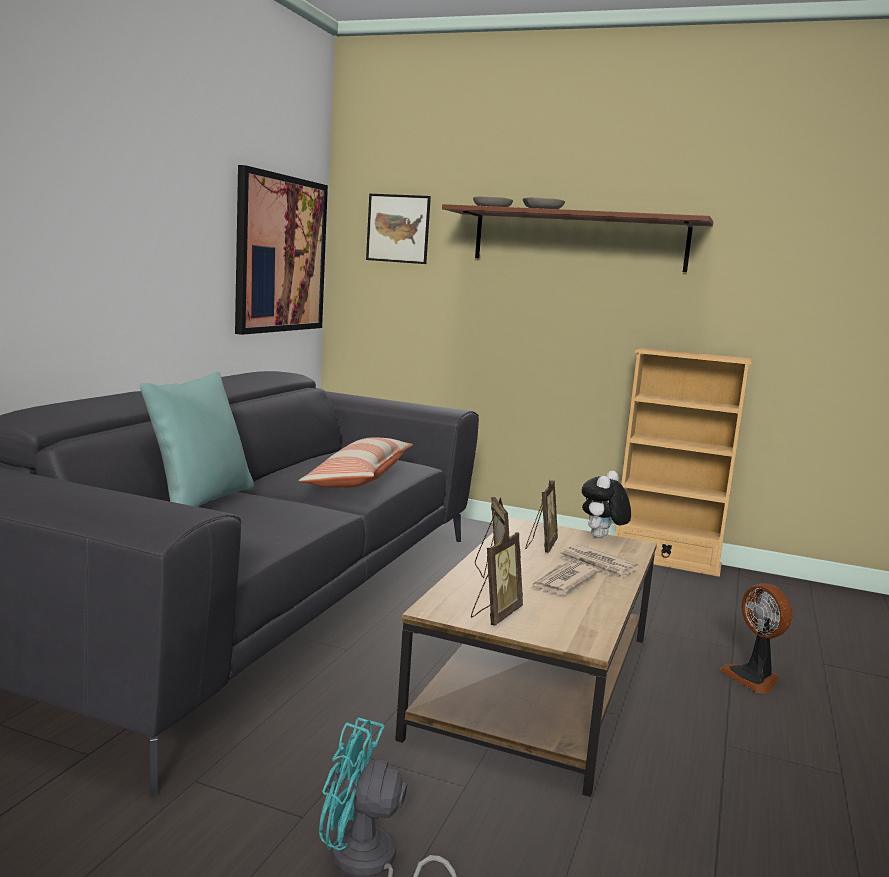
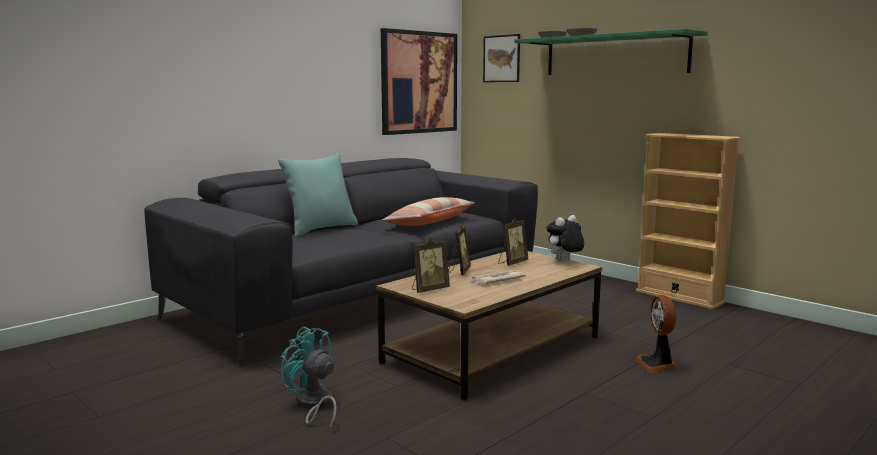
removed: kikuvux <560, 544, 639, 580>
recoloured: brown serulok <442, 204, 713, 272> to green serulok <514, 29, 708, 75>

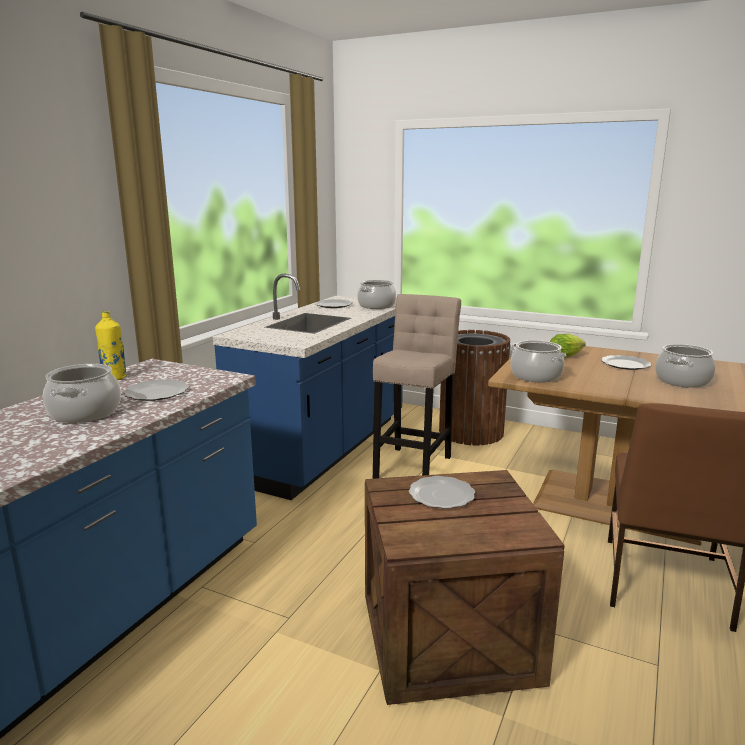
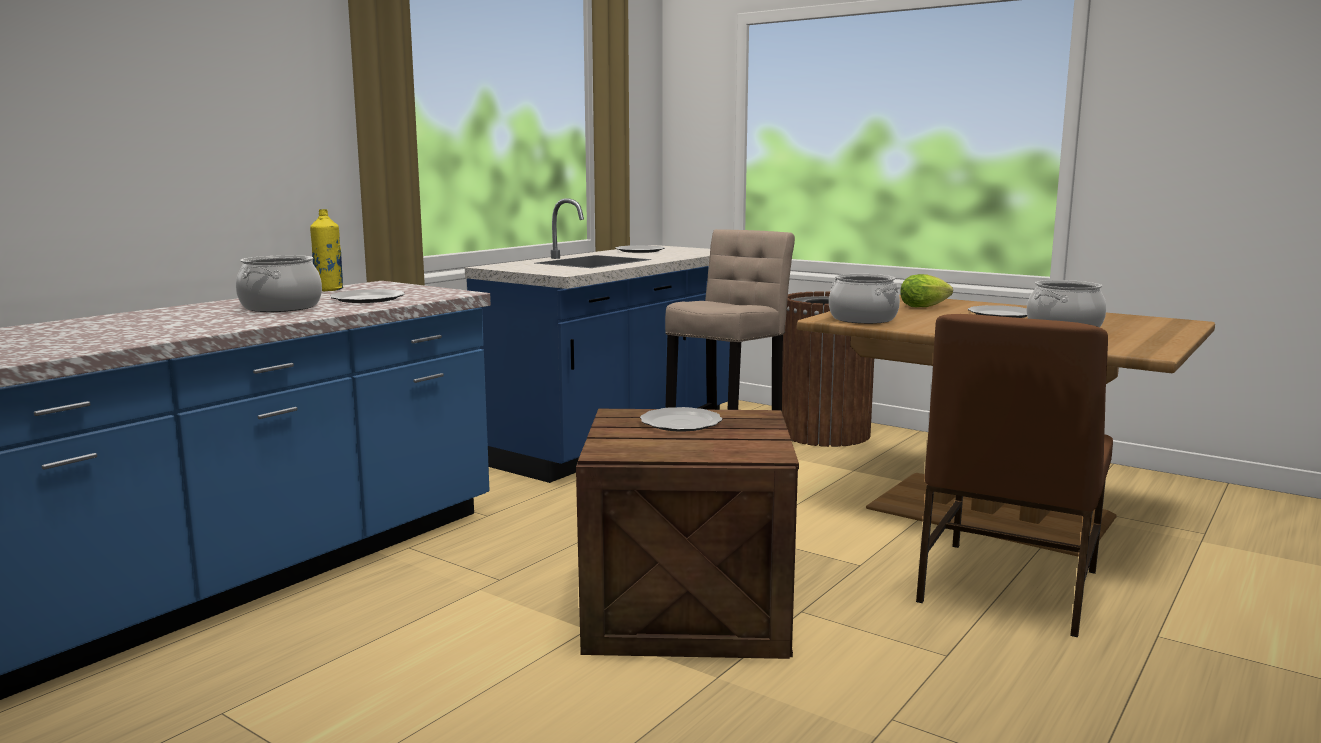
removed: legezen <357, 280, 396, 309>

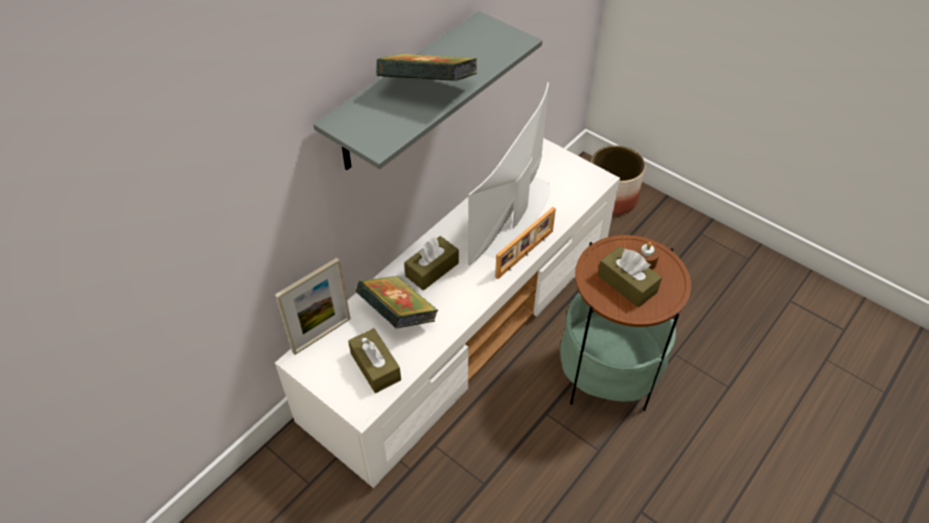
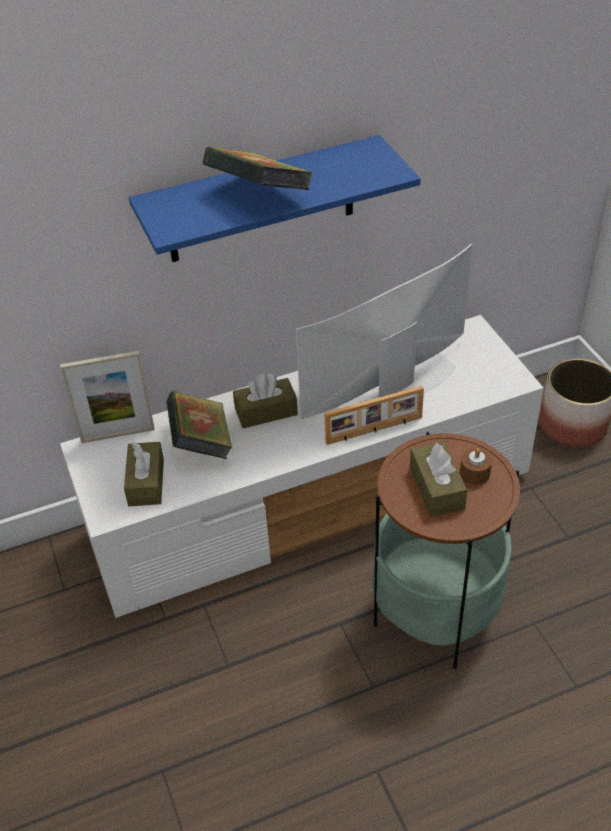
recoloured: grey serulok <313, 11, 542, 170> to blue serulok <129, 135, 421, 262>

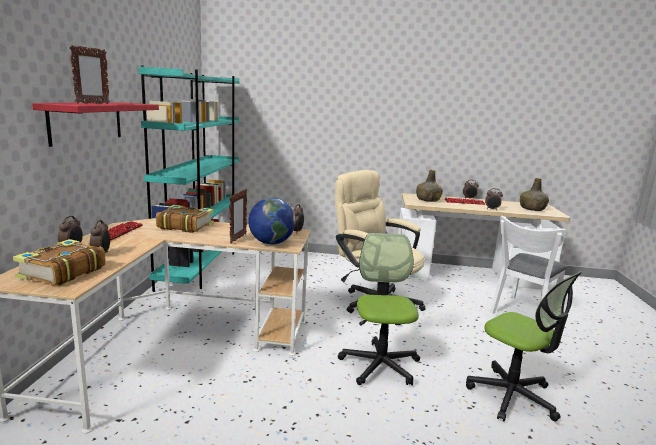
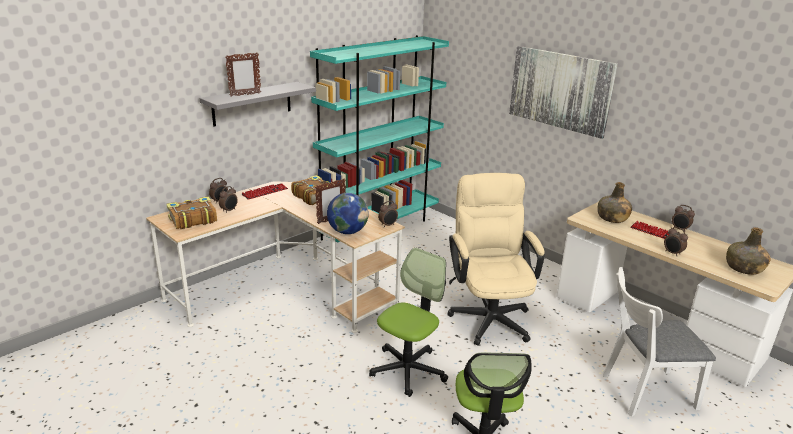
added: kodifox <509, 46, 618, 139>
recoloured: red serulok <32, 103, 159, 147> to grey serulok <199, 82, 316, 126>

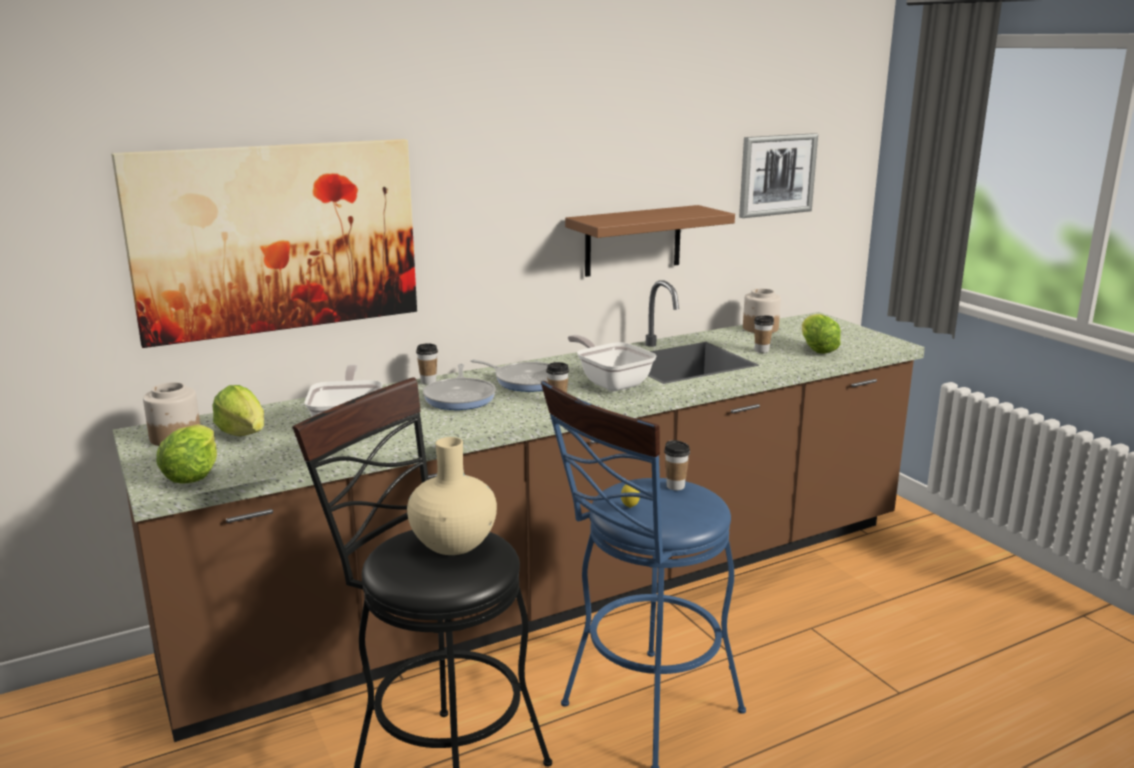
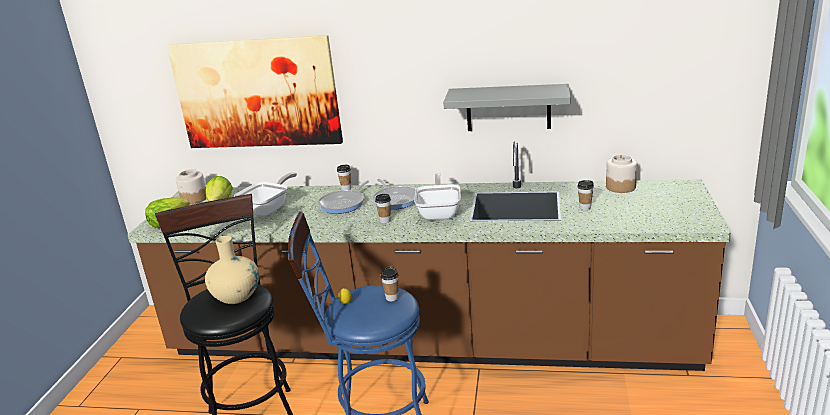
removed: kodifox <739, 133, 818, 218>; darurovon <802, 314, 841, 354>
recoloured: brown serulok <565, 205, 735, 277> to grey serulok <443, 84, 571, 131>

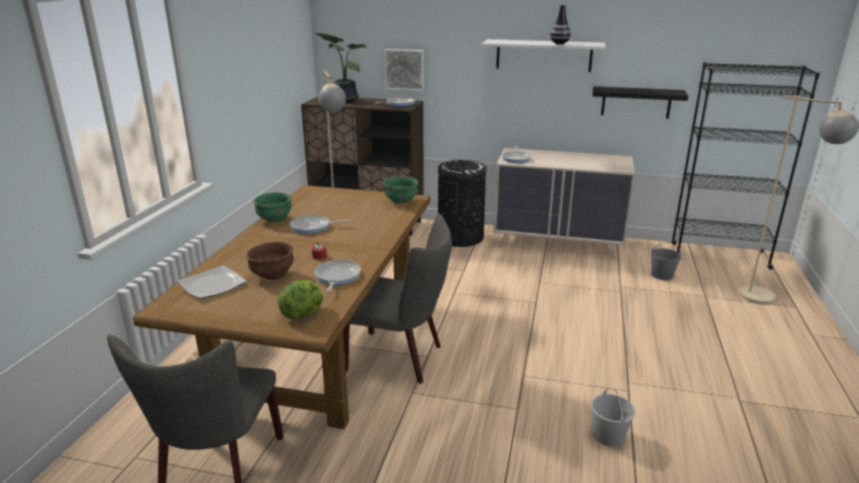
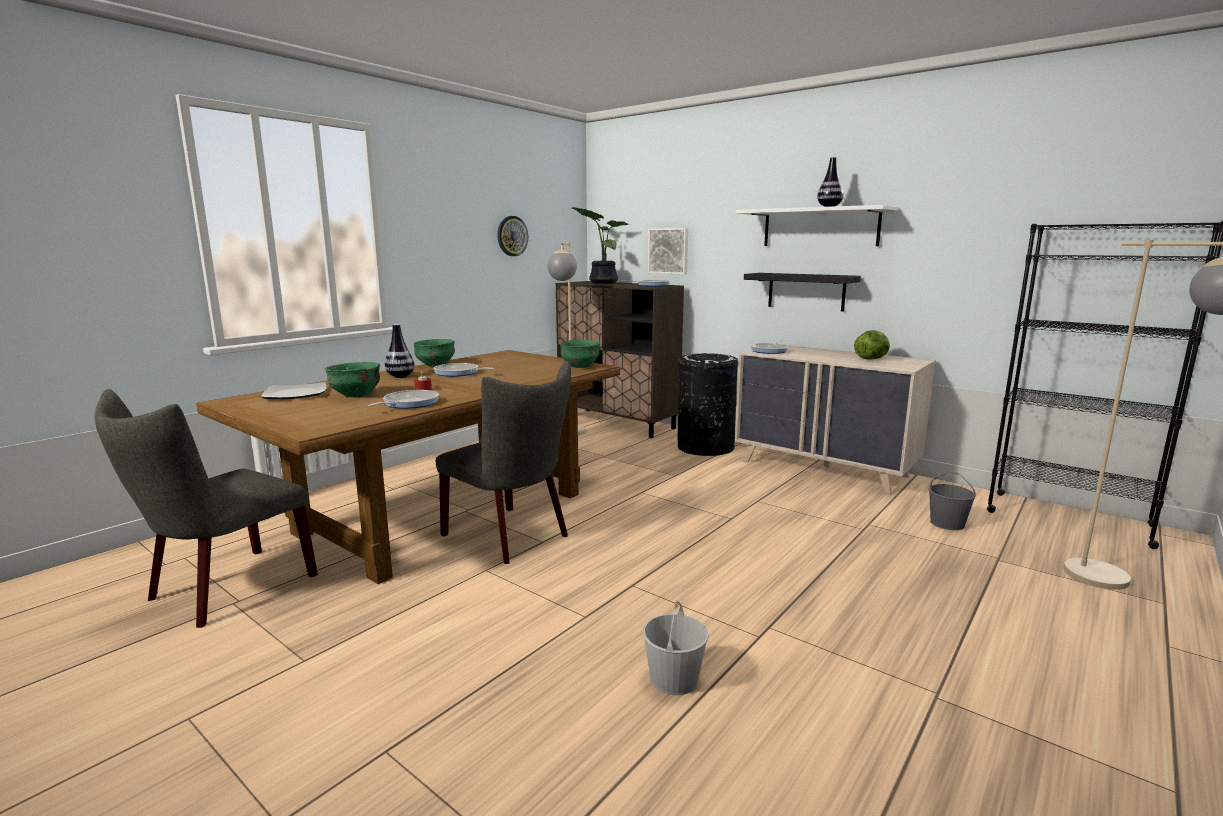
added: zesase <385, 324, 415, 378>; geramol <497, 216, 528, 256>
moved: darurovon <278, 280, 323, 320> to <854, 330, 890, 360>; black serulok <593, 86, 688, 119> to <744, 273, 861, 312>
recoloured: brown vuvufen <246, 242, 294, 280> to green vuvufen <325, 362, 380, 398>

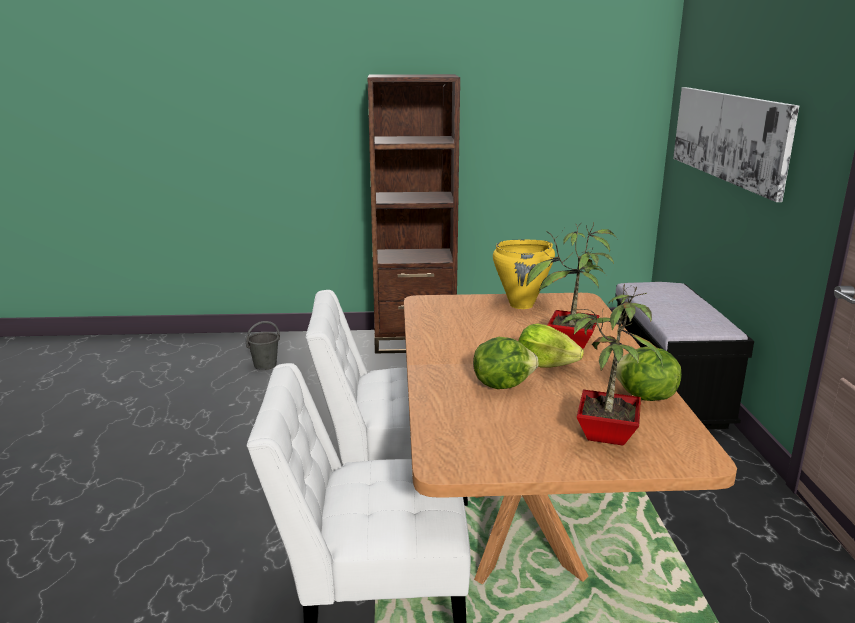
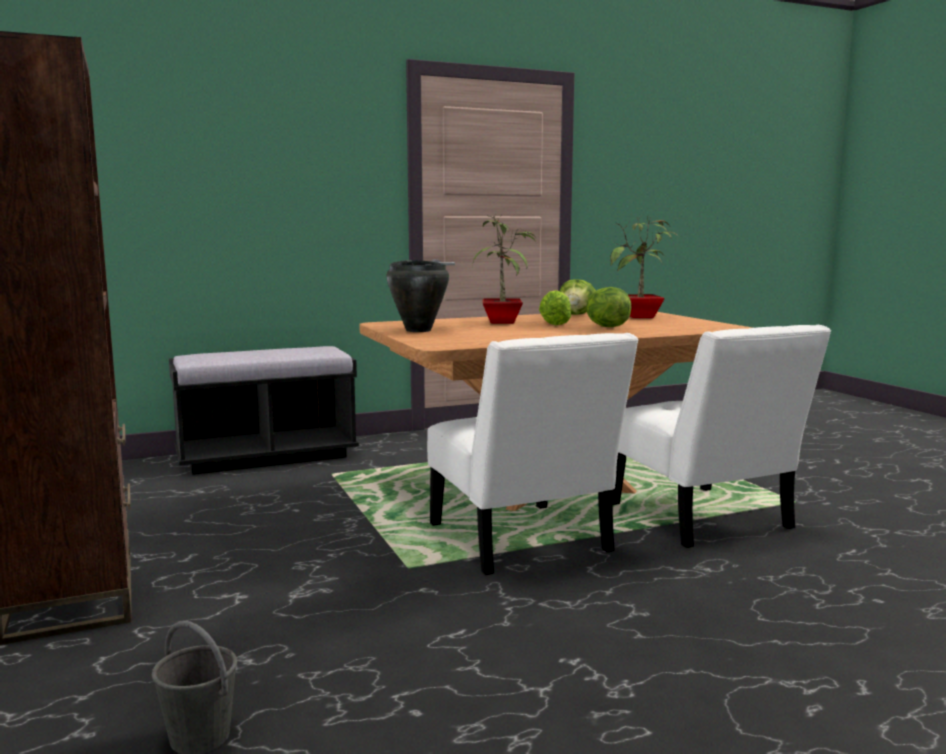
removed: kodifox <673, 87, 799, 202>
recoloured: yellow legezen <493, 240, 555, 309> to black legezen <386, 260, 449, 332>

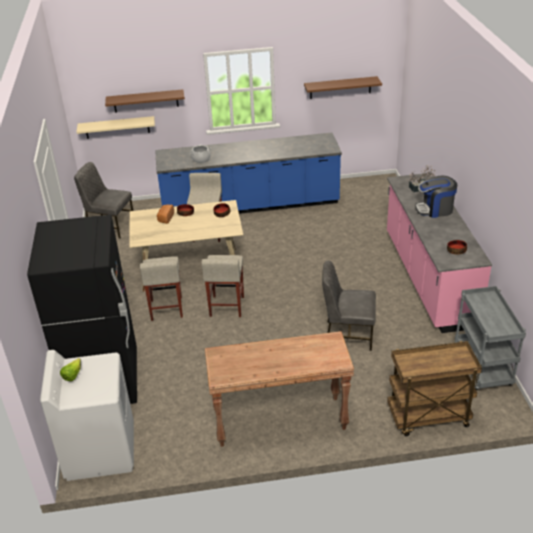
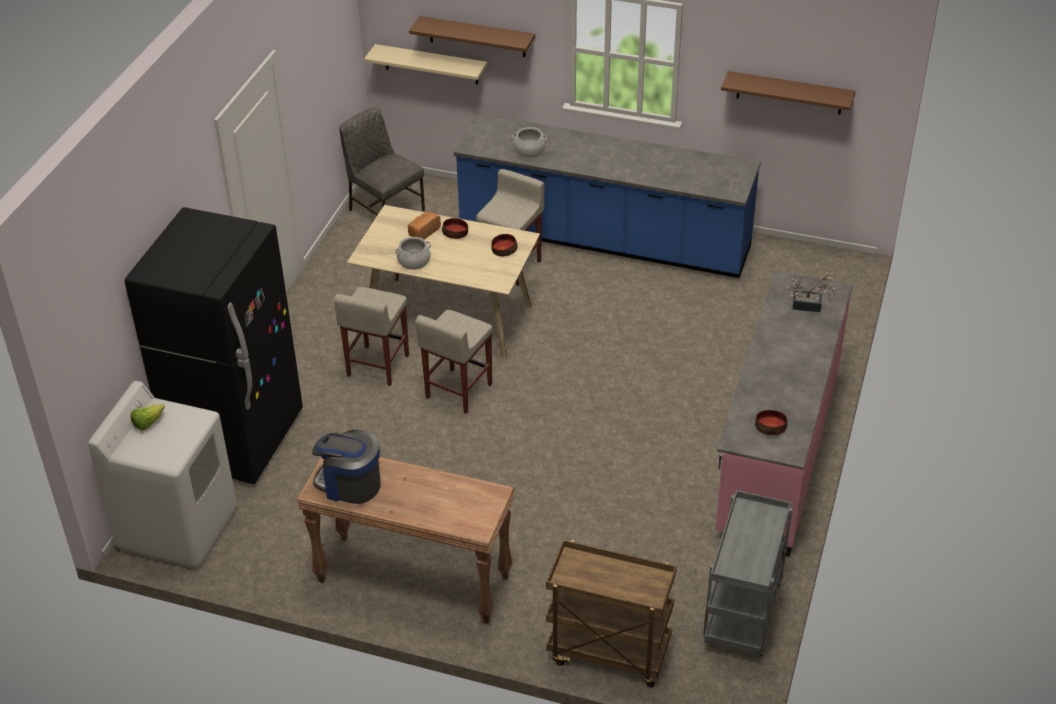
removed: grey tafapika <322, 260, 376, 351>
added: legezen <395, 237, 431, 270>
moved: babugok <415, 176, 457, 218> to <312, 430, 381, 504>

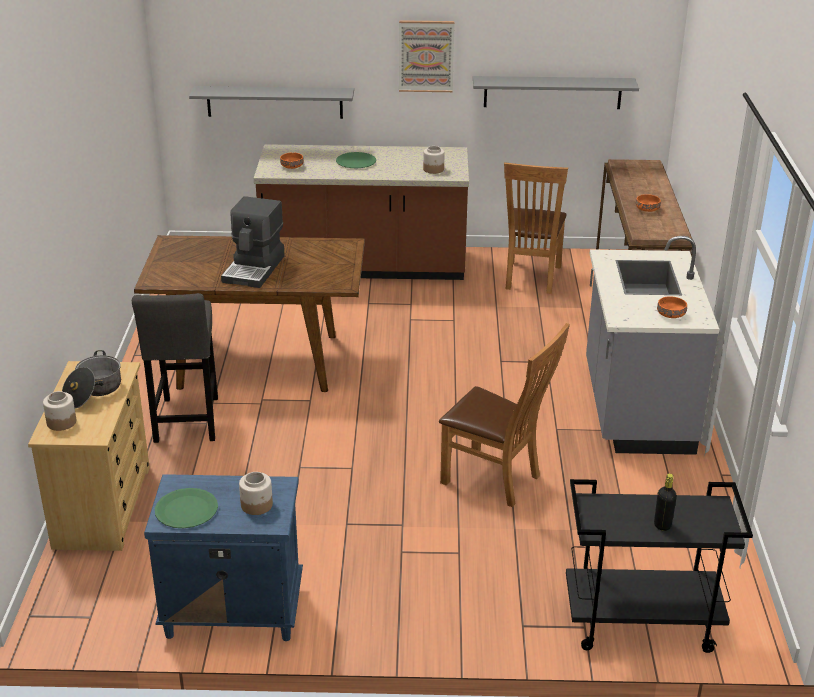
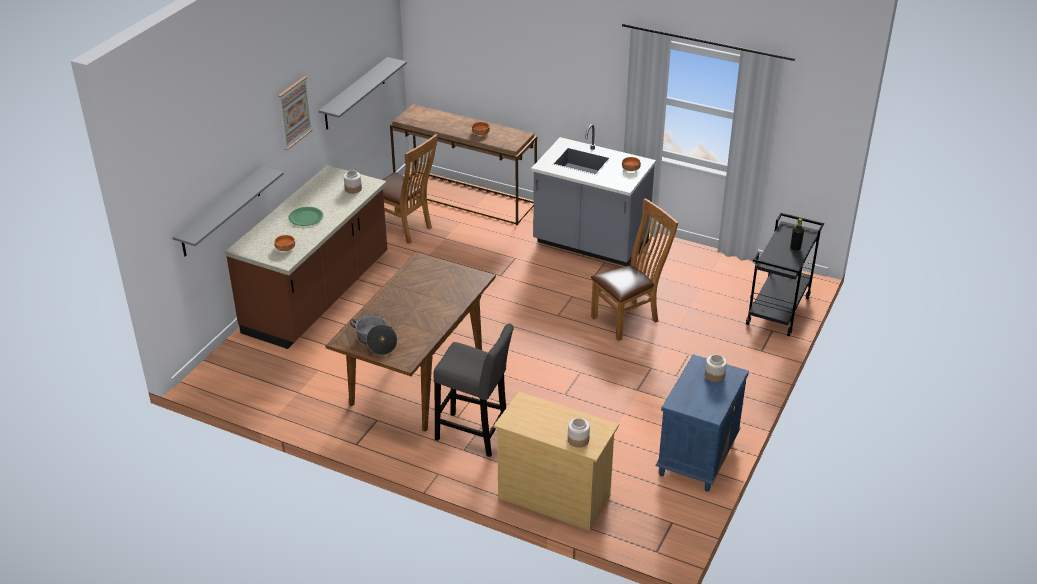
removed: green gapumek <155, 488, 218, 528>; babugok <221, 196, 285, 288>
moved: legezen <62, 350, 121, 408> to <350, 315, 397, 355>

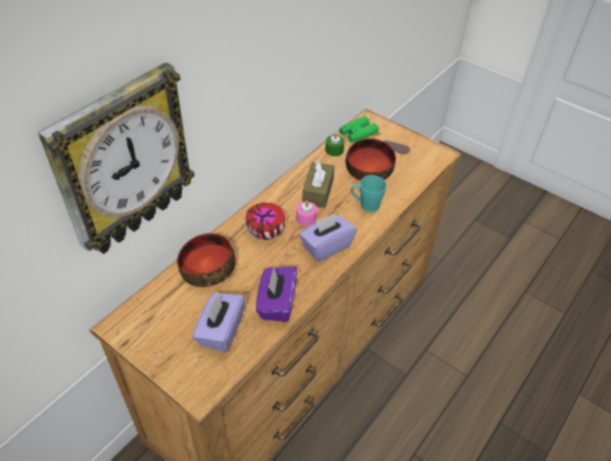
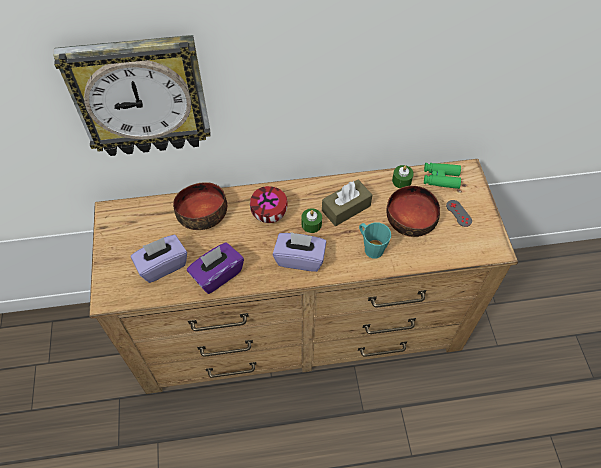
recoloured: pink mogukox <296, 200, 317, 226> to green mogukox <302, 208, 322, 233>

